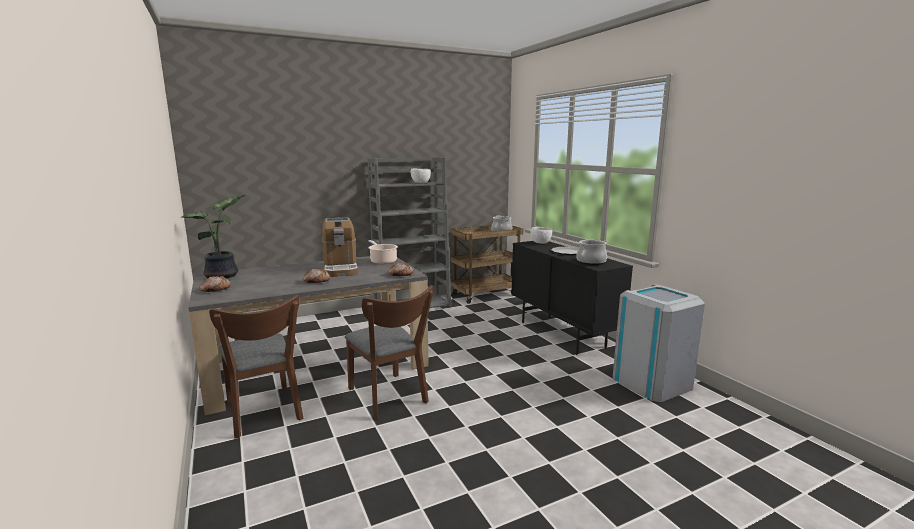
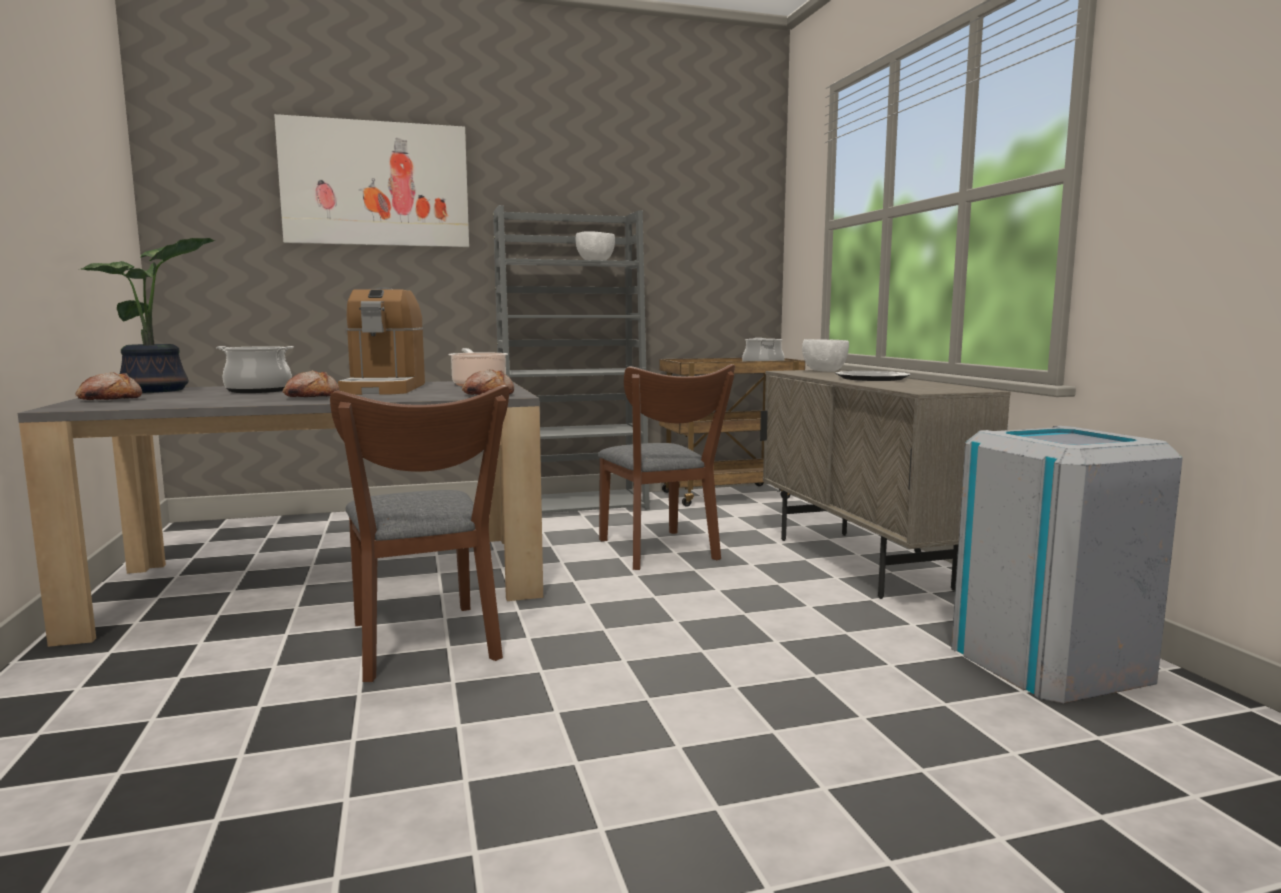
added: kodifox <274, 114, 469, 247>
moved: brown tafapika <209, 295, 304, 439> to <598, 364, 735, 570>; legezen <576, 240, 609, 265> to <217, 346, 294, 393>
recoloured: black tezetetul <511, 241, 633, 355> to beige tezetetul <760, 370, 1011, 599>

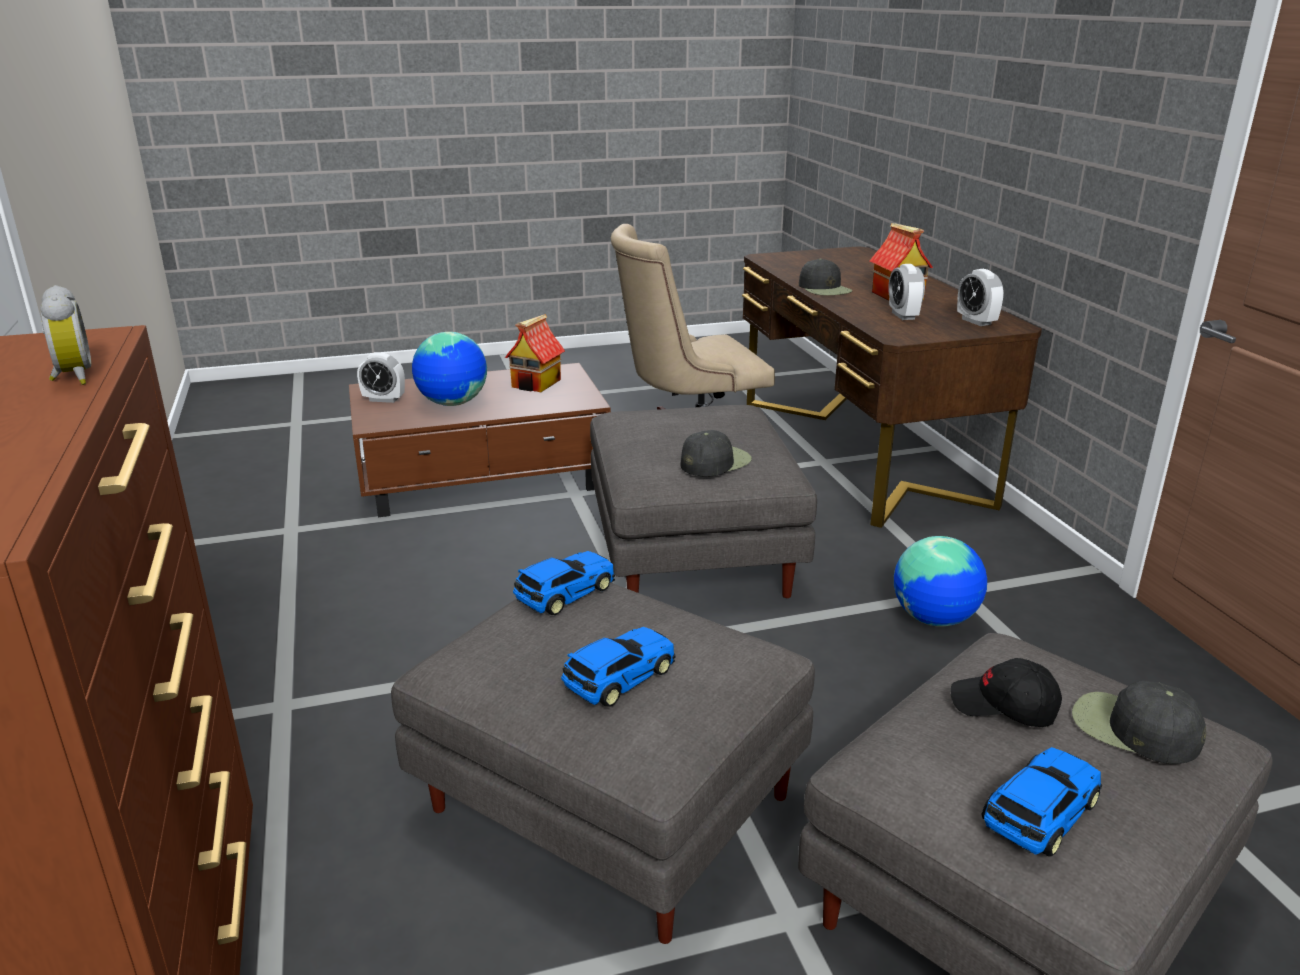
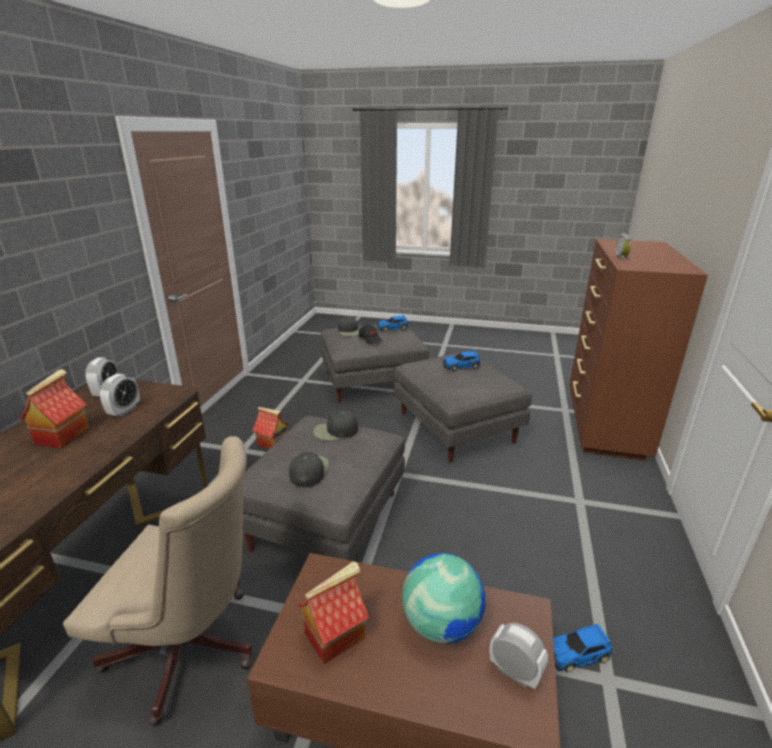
moved: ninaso <513, 551, 615, 615> to <553, 624, 612, 672>; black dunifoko <799, 259, 852, 295> to <289, 452, 329, 487>
replaced: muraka <894, 536, 987, 627> to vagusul <252, 407, 290, 449>

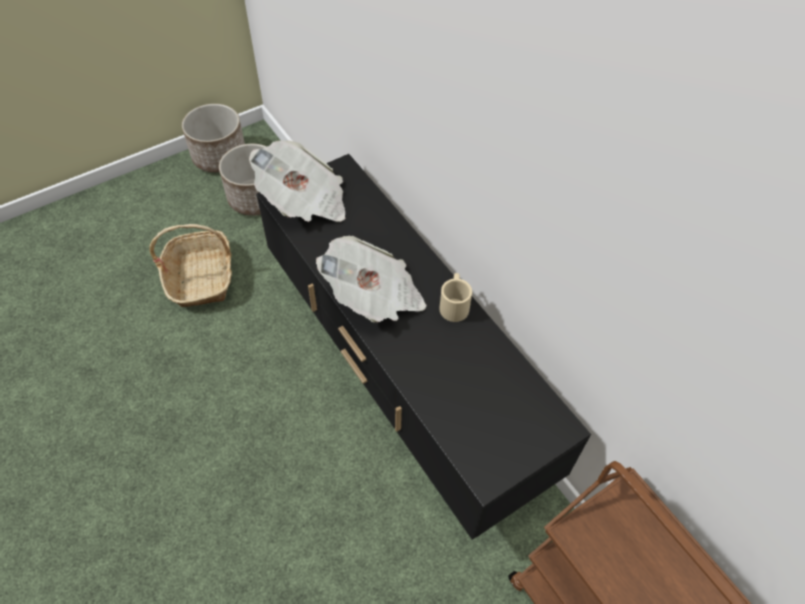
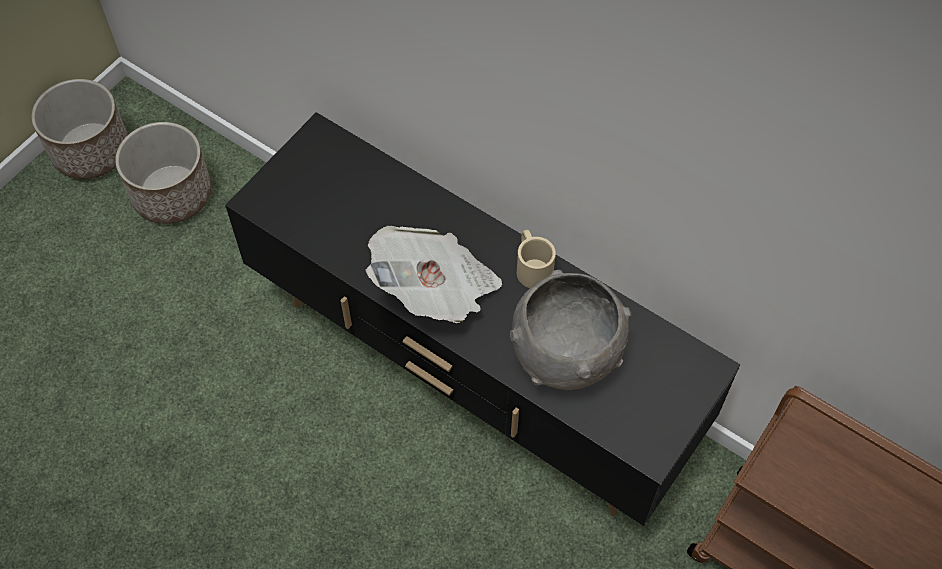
removed: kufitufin <149, 224, 232, 307>; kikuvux <249, 141, 345, 222>
added: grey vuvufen <510, 270, 631, 390>

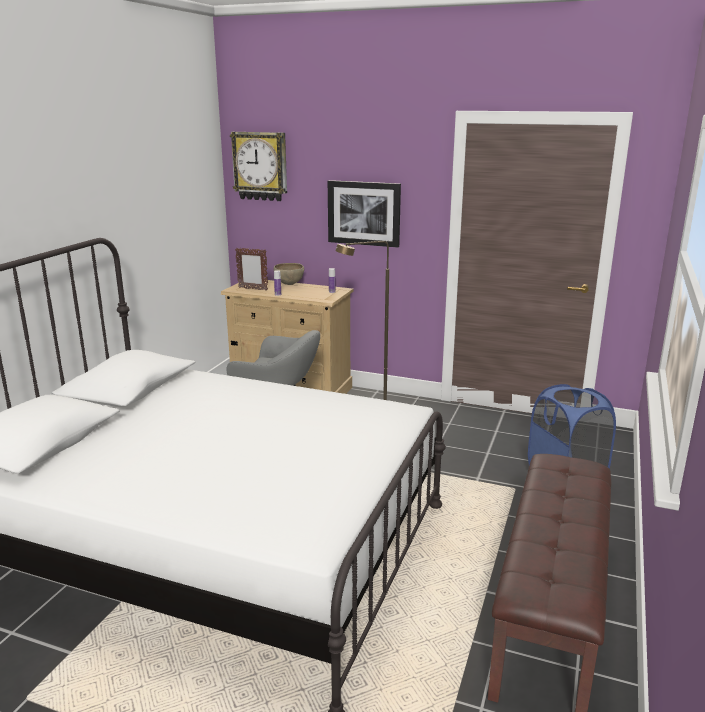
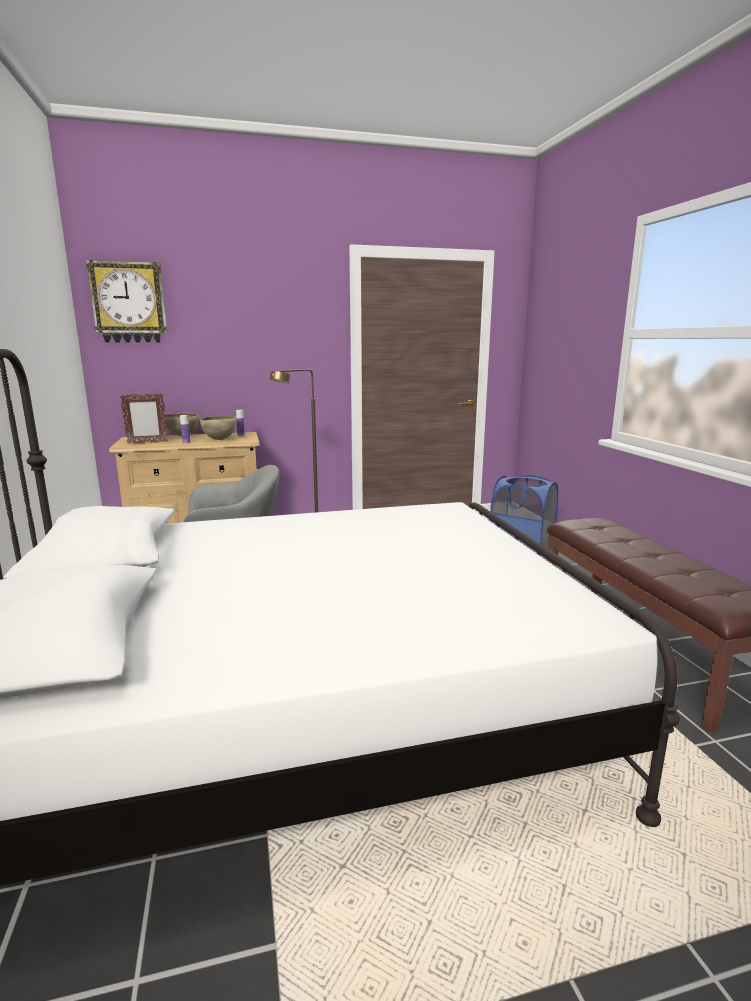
removed: kodifox <328, 180, 401, 248>
added: brown vuvufen <200, 416, 237, 440>

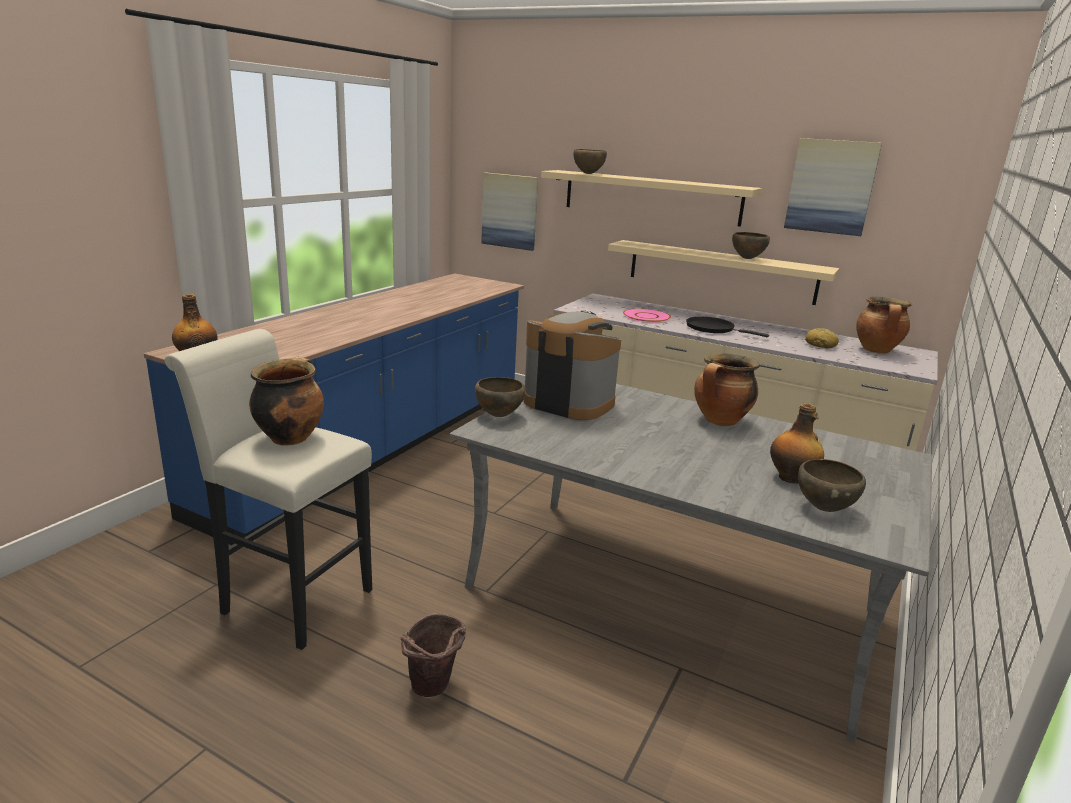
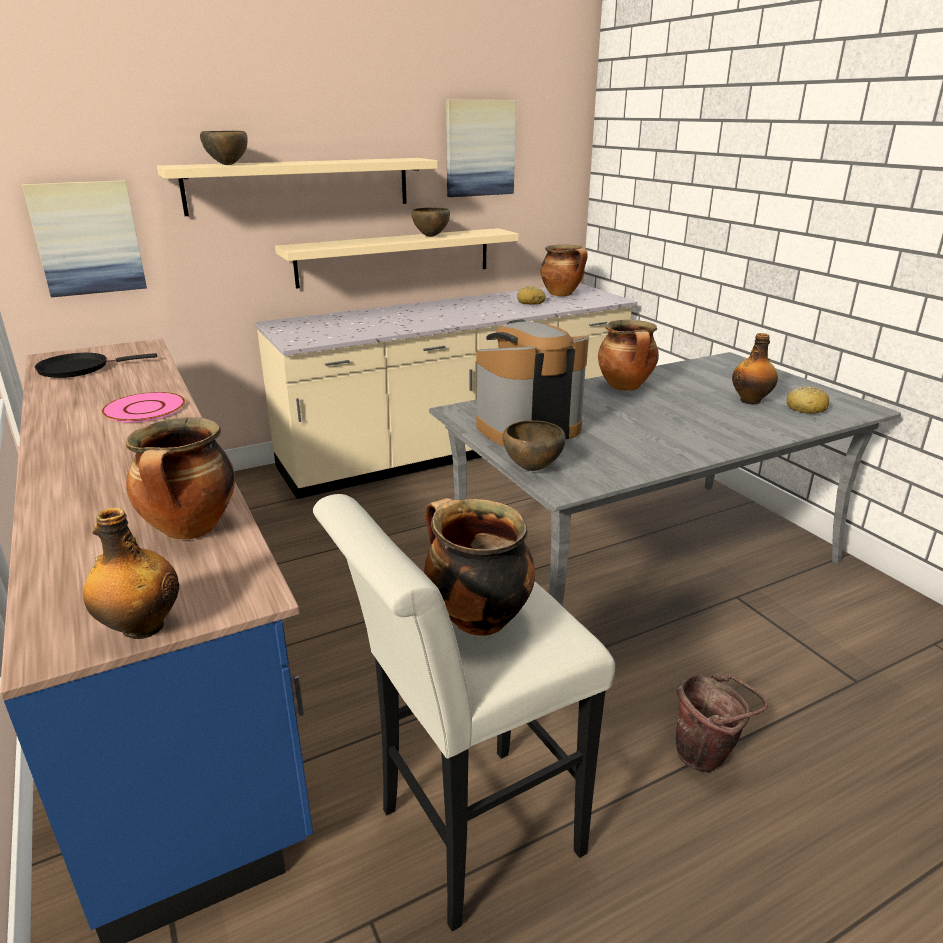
added: legezen <126, 417, 235, 539>
moved: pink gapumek <623, 309, 671, 323> to <102, 392, 185, 423>; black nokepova <686, 317, 769, 337> to <35, 353, 157, 378>
replaced: brown vuvufen <798, 459, 866, 512> to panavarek <787, 386, 829, 414>

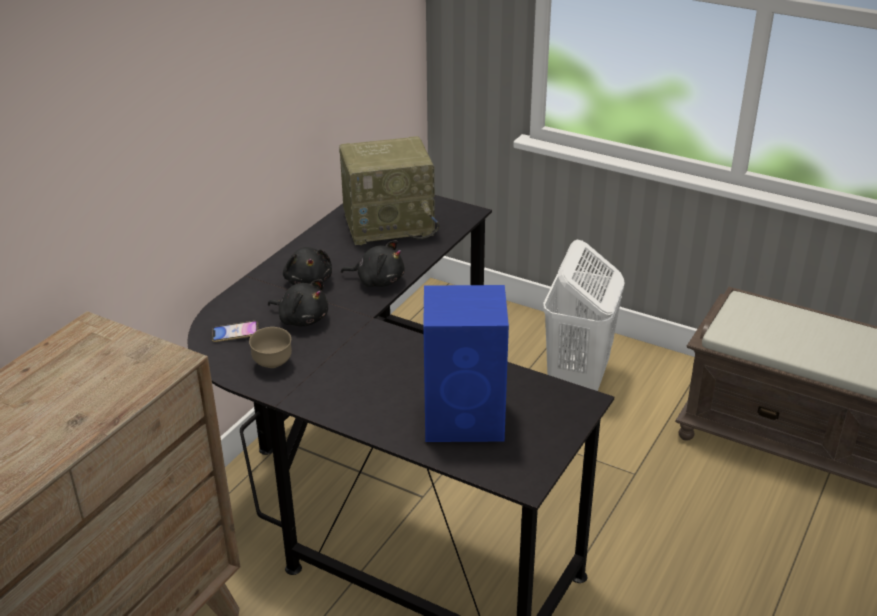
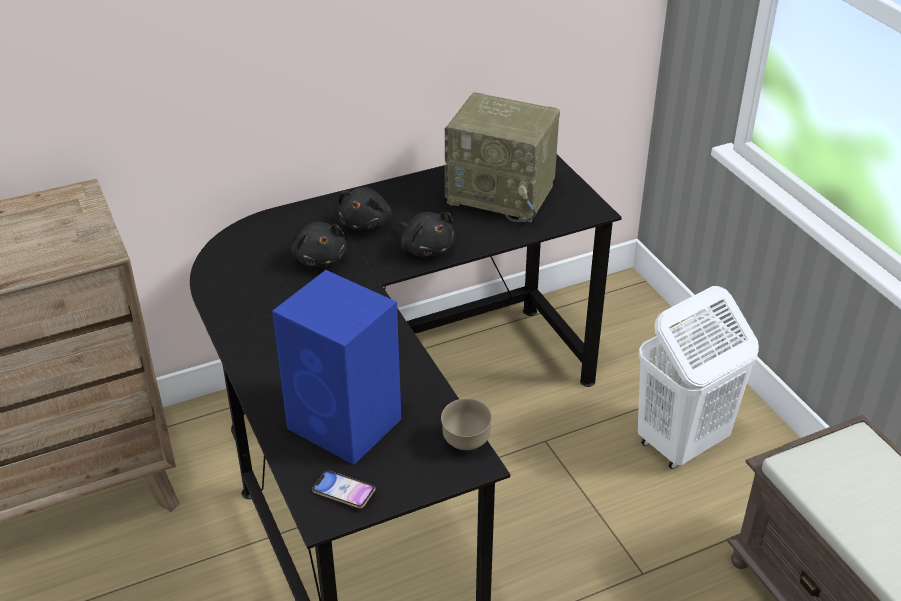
moved: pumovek <212, 321, 258, 342> to <312, 470, 376, 508>; brown vuvufen <249, 327, 292, 368> to <441, 398, 492, 450>

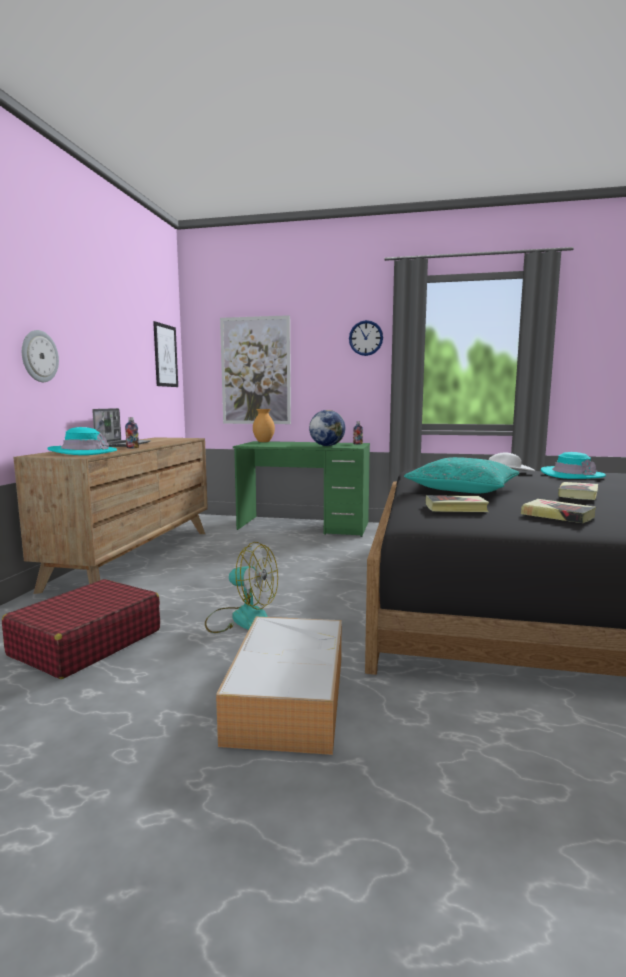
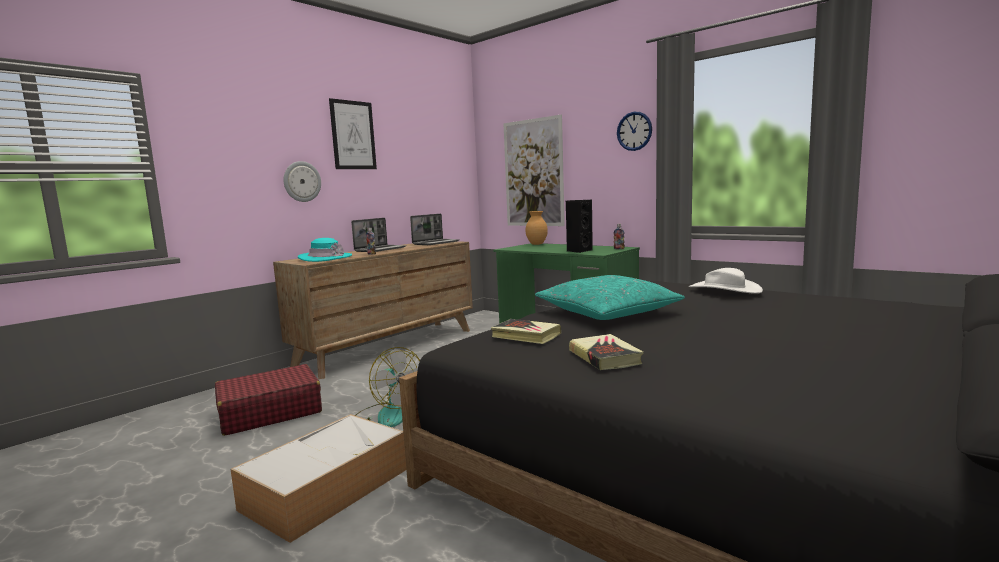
removed: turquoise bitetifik <541, 452, 606, 479>; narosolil <558, 482, 598, 500>
added: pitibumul <410, 214, 460, 245>
moved: kodifox <153, 321, 178, 387> to <329, 98, 377, 169>
replaced: muraka <309, 410, 345, 446> to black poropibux <566, 200, 593, 253>

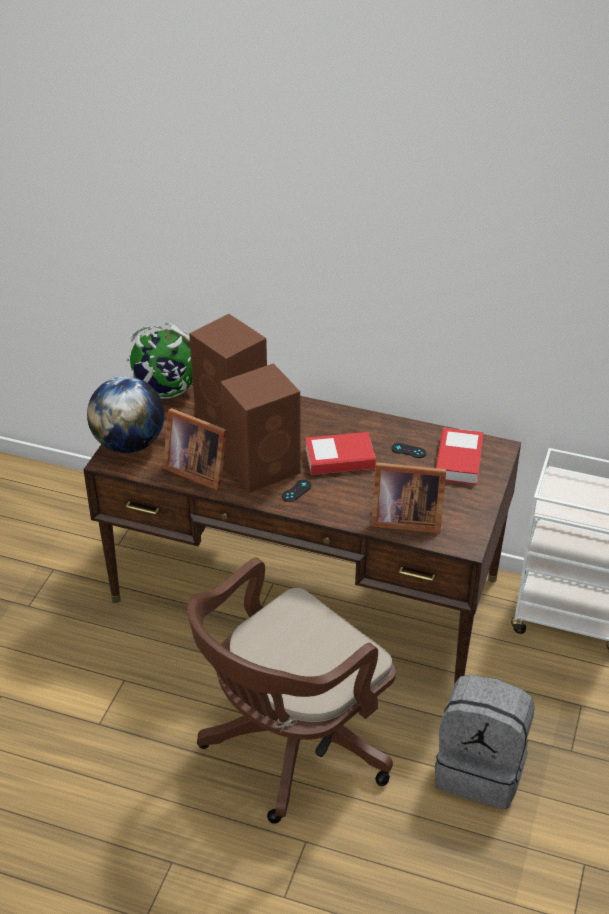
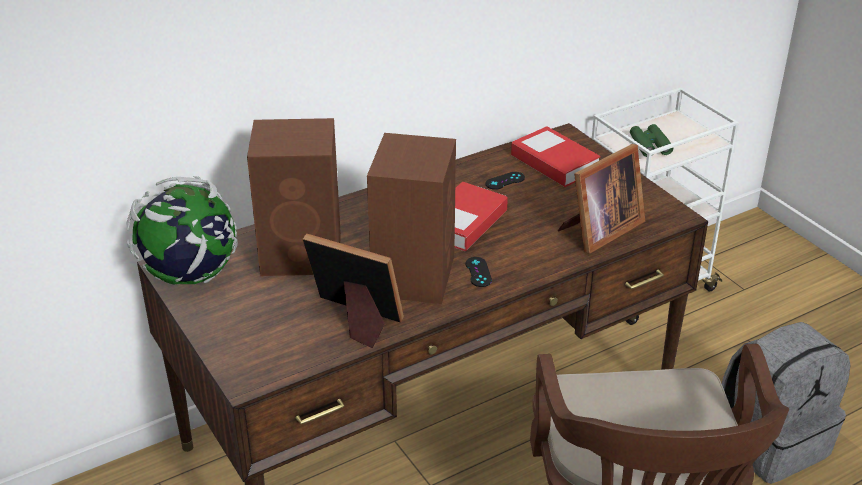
removed: muraka <87, 376, 164, 453>
added: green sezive <630, 124, 673, 157>
turned: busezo <163, 408, 227, 490> = <303, 233, 404, 348> 135 degrees counterclockwise

